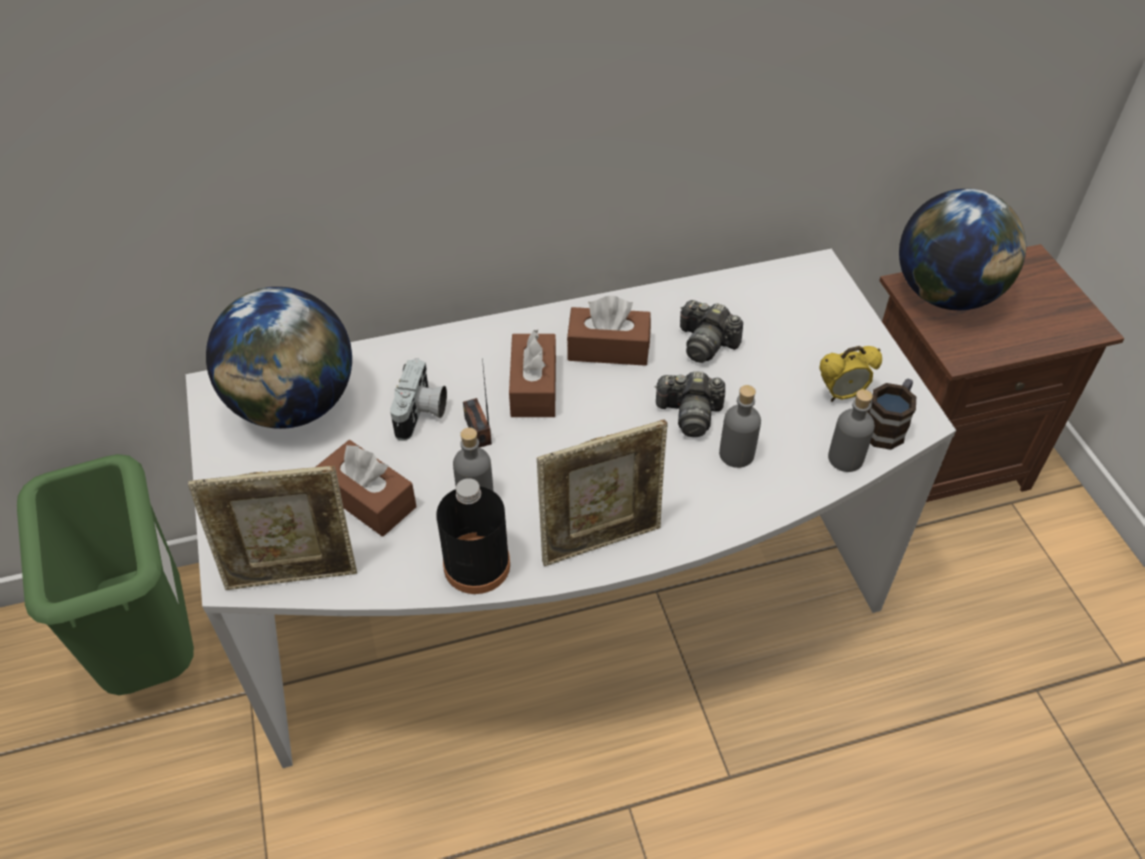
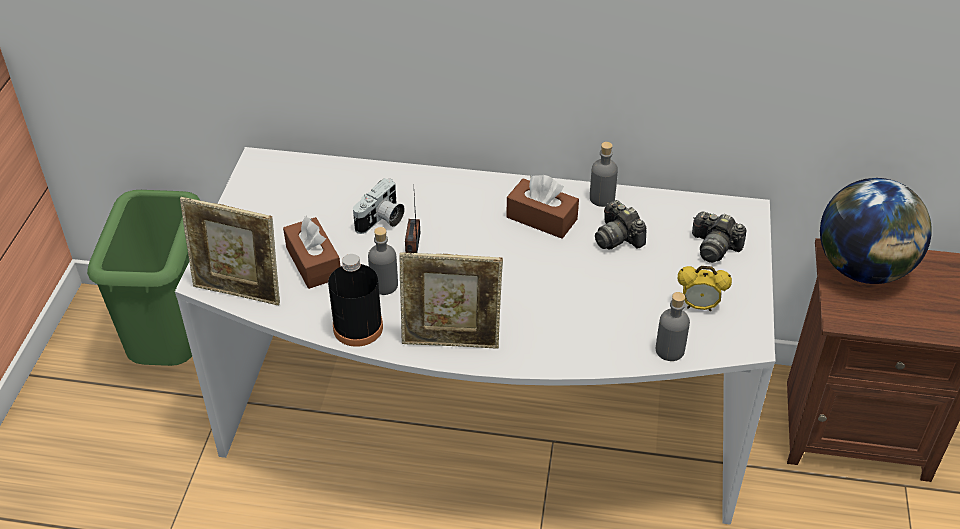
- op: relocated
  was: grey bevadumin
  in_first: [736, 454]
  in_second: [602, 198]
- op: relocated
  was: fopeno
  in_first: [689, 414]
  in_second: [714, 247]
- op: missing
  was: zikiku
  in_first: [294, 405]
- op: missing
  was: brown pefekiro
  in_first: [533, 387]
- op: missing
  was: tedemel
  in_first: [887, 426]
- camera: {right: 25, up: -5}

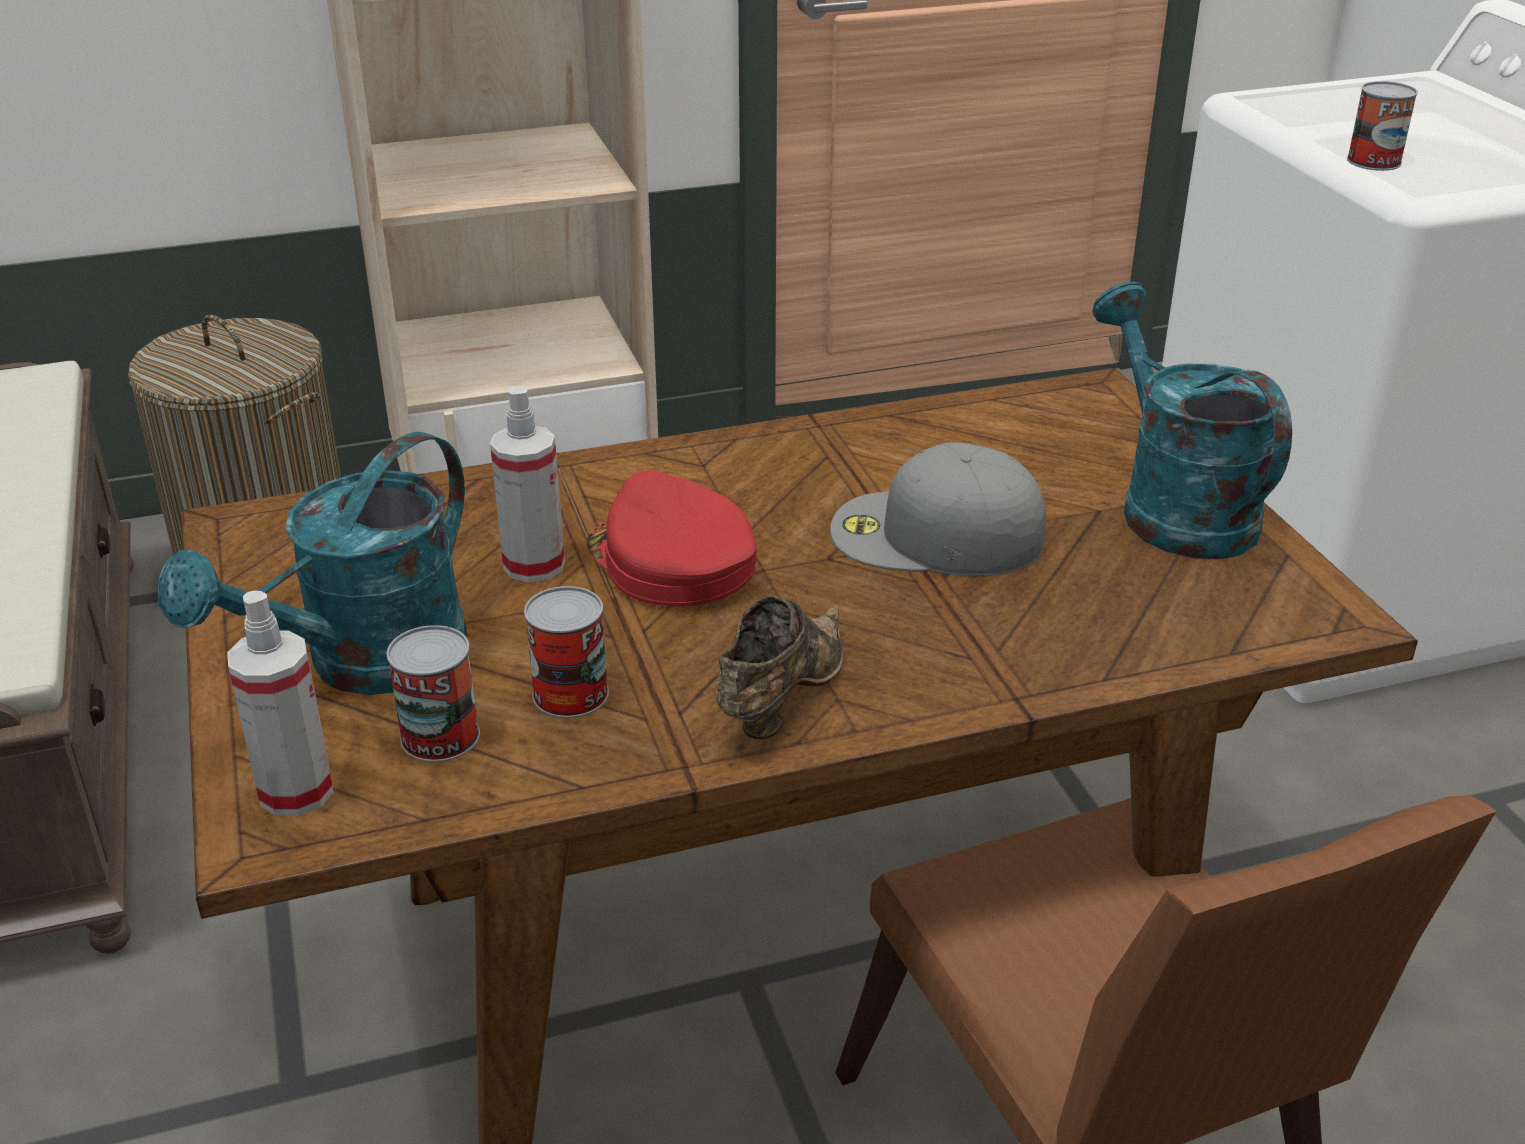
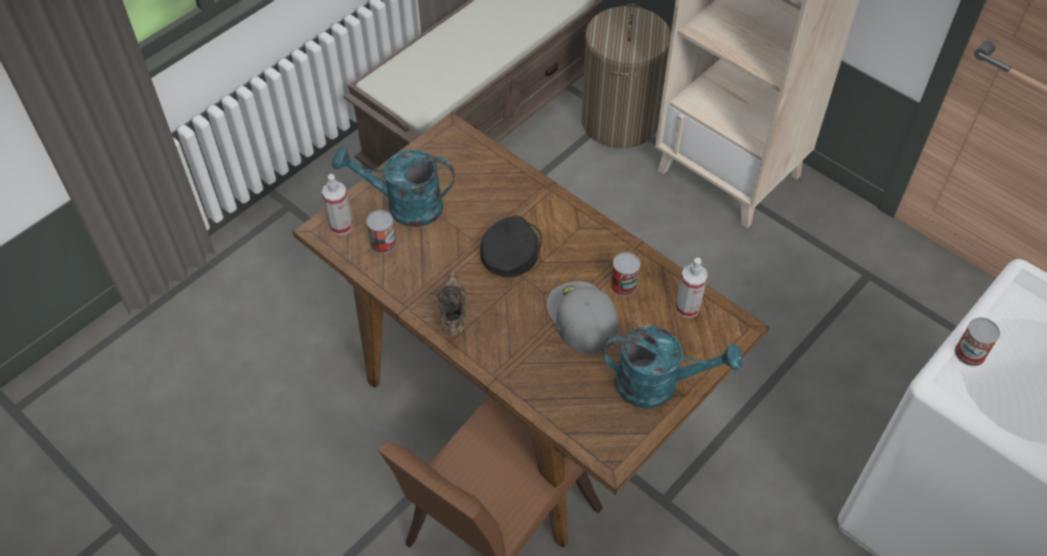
- op: spun
  was: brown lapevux
  in_first: [779, 700]
  in_second: [453, 315]
  clockwise: -90
- op: colour
  was: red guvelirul
  now: black guvelirul
  in_first: [671, 561]
  in_second: [510, 250]
- op: spun
  was: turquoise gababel
  in_first: [1174, 506]
  in_second: [658, 384]
  clockwise: 60
- op: relocated
  was: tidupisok
  in_first: [570, 694]
  in_second: [623, 285]
- op: relocated
  was: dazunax
  in_first: [534, 565]
  in_second: [687, 308]
- camera: {right: 60, up: 20}

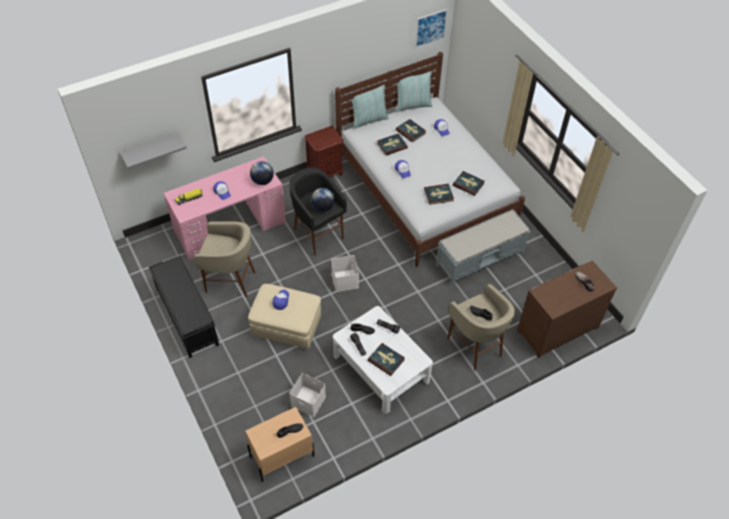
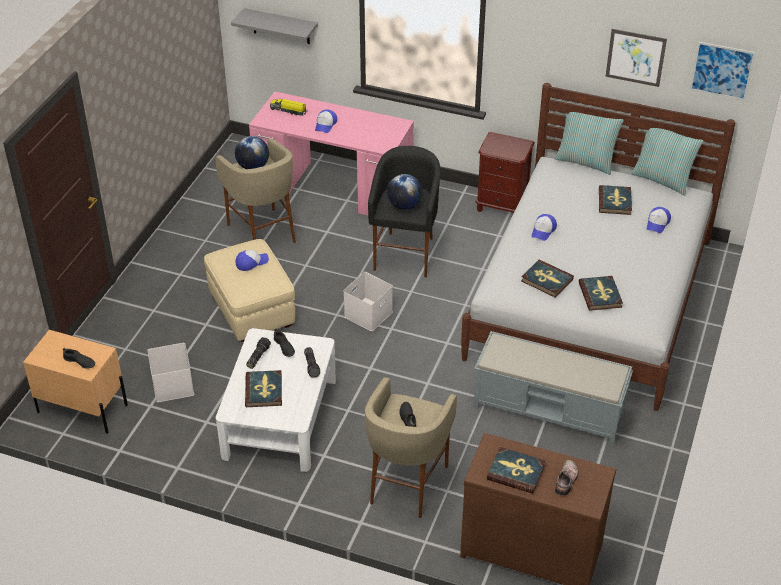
- op: relocated
  was: zikiku
  in_first: [262, 181]
  in_second: [253, 167]
- op: relocated
  was: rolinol
  in_first: [392, 145]
  in_second: [516, 472]
- op: appeared
  now: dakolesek
  in_second: [635, 57]
- op: missing
  was: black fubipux
  in_first: [187, 316]
- camera: {right: 50, up: -10}

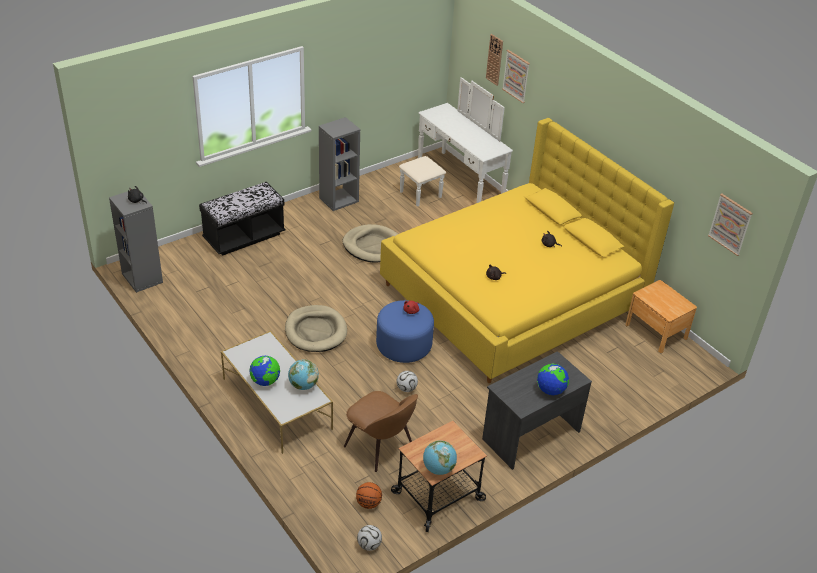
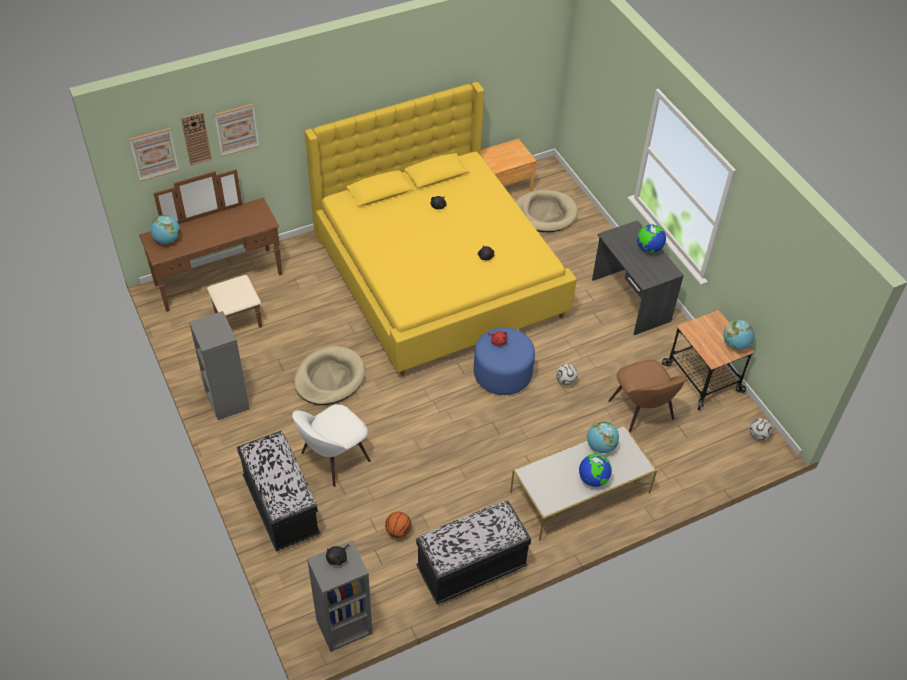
- op: relocated
  was: dakolesek
  in_first: [730, 224]
  in_second: [154, 154]
- op: colour
  was: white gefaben
  now: brown gefaben
  in_first: [451, 183]
  in_second: [223, 288]
- op: appeared
  now: zikiku
  in_second: [167, 240]
- op: appeared
  now: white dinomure
  in_second: [333, 458]
- op: relocated
  was: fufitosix
  in_first: [368, 503]
  in_second: [398, 531]
- op: appeared
  now: black fubipux
  in_second: [471, 568]
- op: relocated
  was: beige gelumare
  in_first: [316, 331]
  in_second: [544, 213]
- op: spun
  was: brown dinomure
  in_first: [380, 446]
  in_second: [642, 412]
  clockwise: 105
- camera: {right: -80, up: 10}

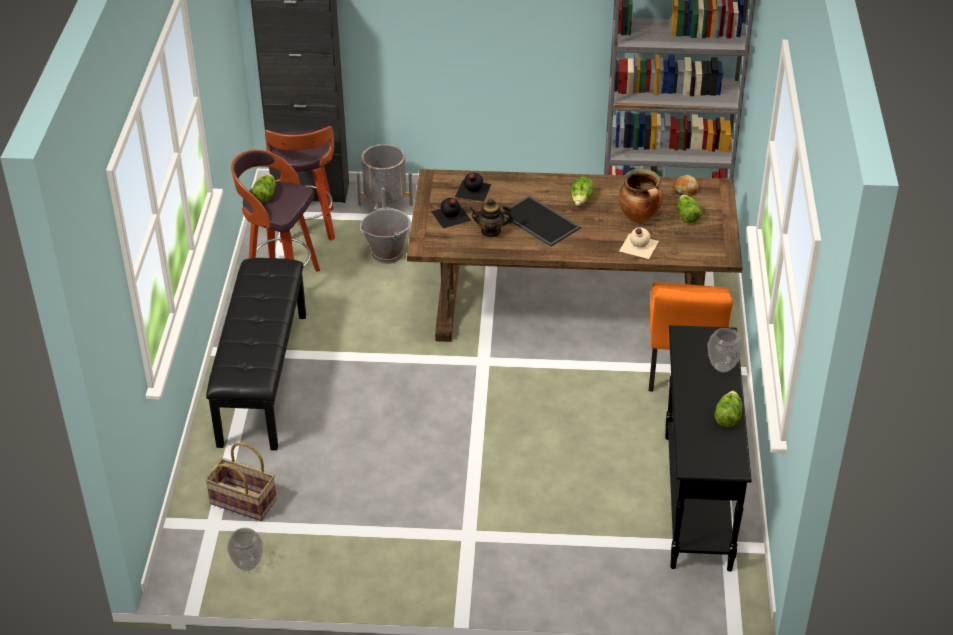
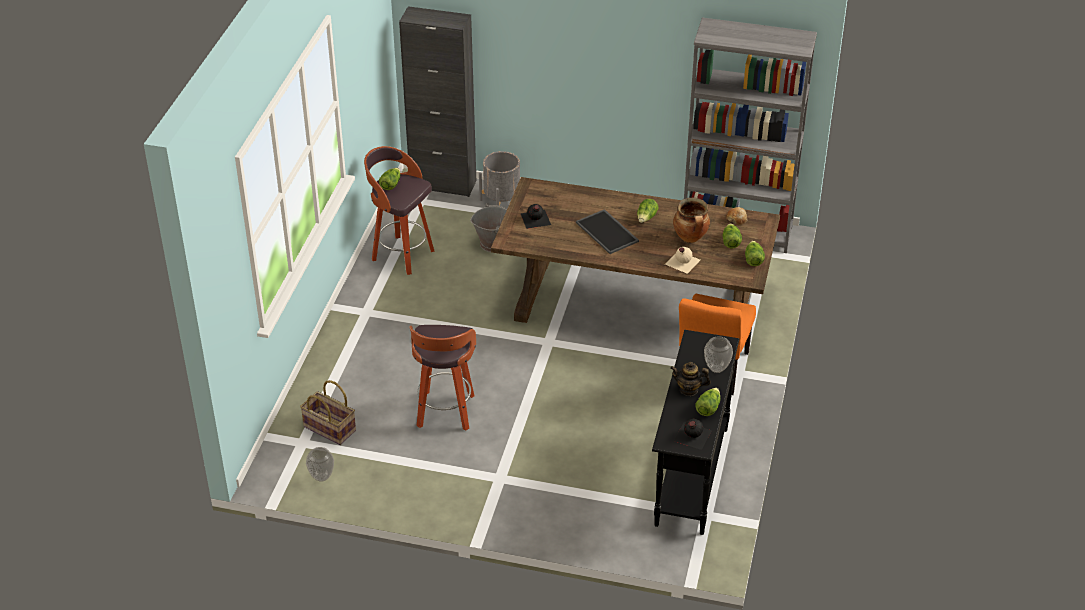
- op: relocated
  was: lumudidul
  in_first: [307, 227]
  in_second: [445, 413]
- op: relocated
  was: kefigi
  in_first: [491, 231]
  in_second: [689, 389]
- op: relocated
  was: black bevadumin
  in_first: [472, 190]
  in_second: [692, 435]
- op: appeared
  now: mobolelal
  in_second: [753, 259]
- op: missing
  was: black fubipux
  in_first: [262, 378]
- camera: {right: 10, up: 0}

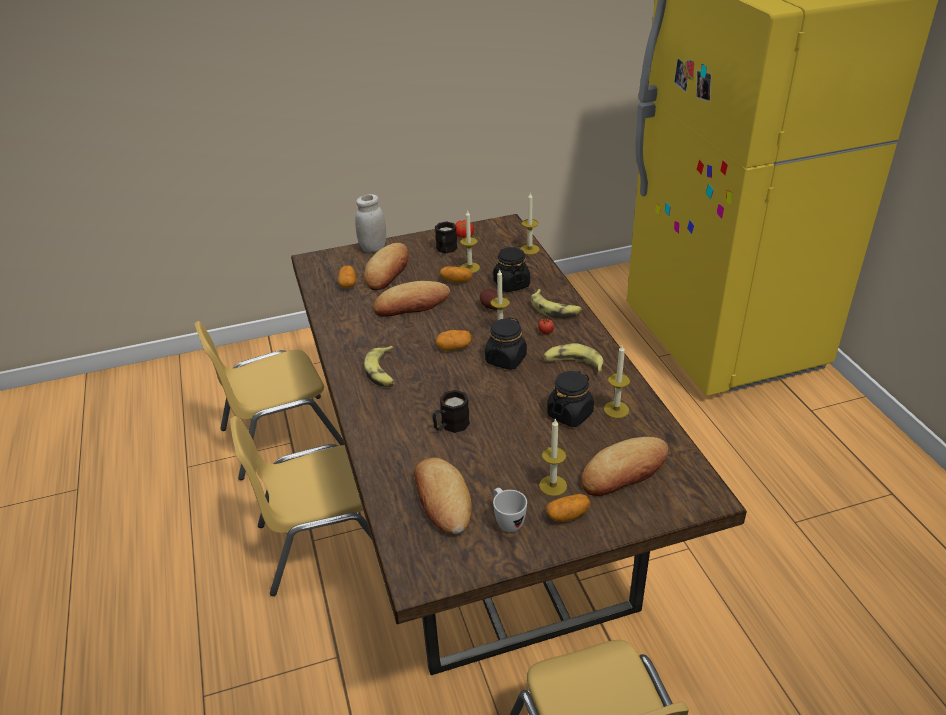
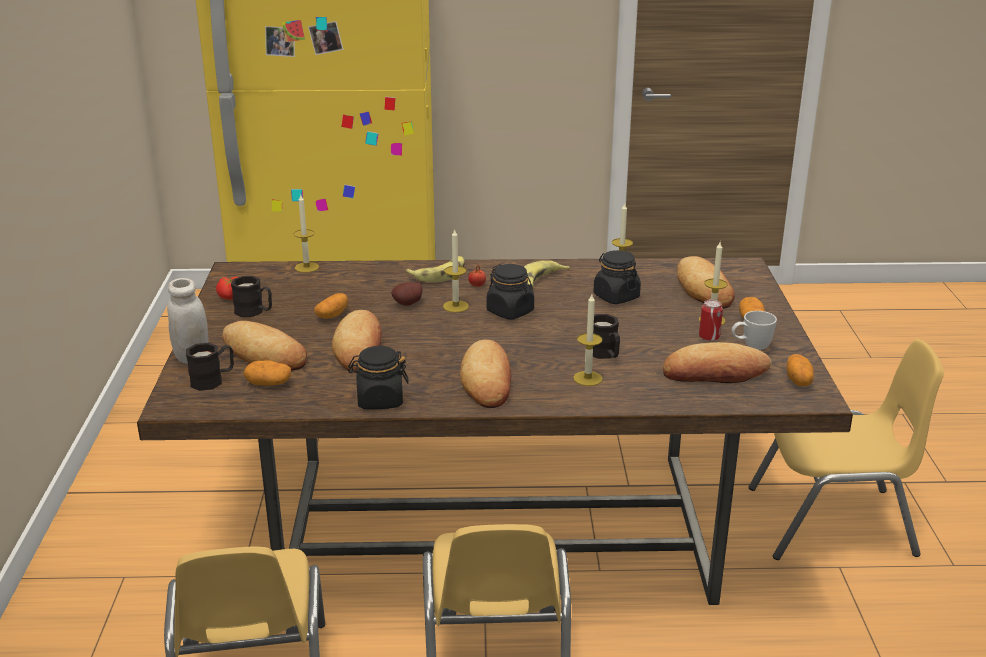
- op: appeared
  now: black tedemel
  in_second: [213, 380]
- op: relocated
  was: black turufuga
  in_first: [511, 284]
  in_second: [379, 400]
- op: exchanged
  was: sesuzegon
  now: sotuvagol
  in_first: [383, 372]
  in_second: [487, 380]
- op: relocated
  was: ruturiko
  in_first: [470, 268]
  in_second: [587, 378]
- op: appeared
  now: tidupisok
  in_second: [709, 337]
- op: relocated
  was: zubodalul
  in_first: [453, 347]
  in_second: [798, 380]
- camera: {right: -75, up: -10}

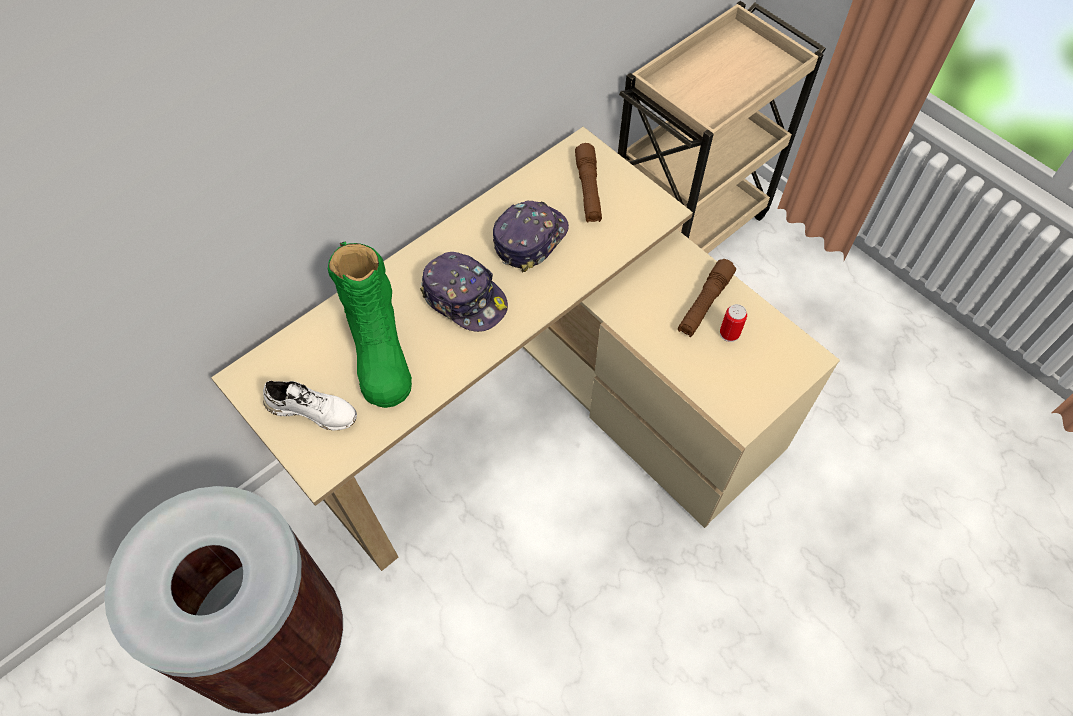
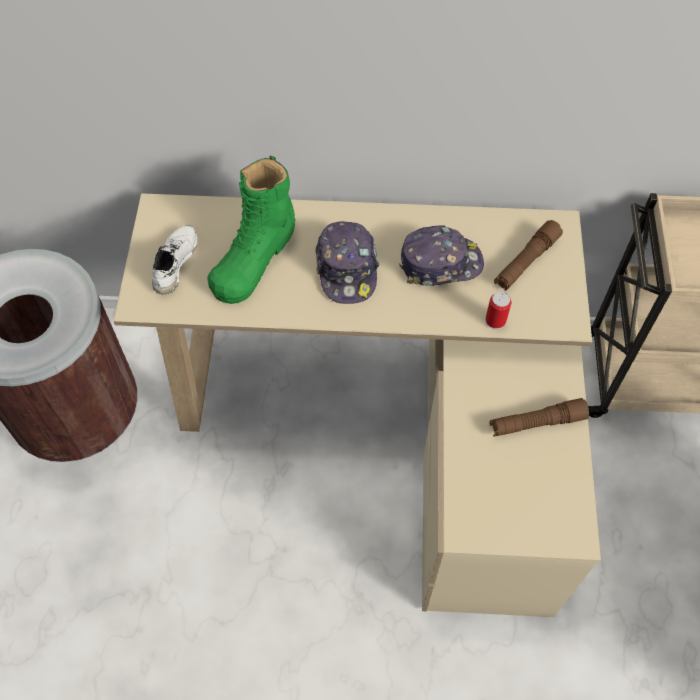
- op: spun
  was: white lapevux
  in_first: [313, 410]
  in_second: [174, 263]
  clockwise: -135
- op: relocated
  was: tidupisok
  in_first: [729, 333]
  in_second: [495, 321]
- camera: {right: 45, up: 0}

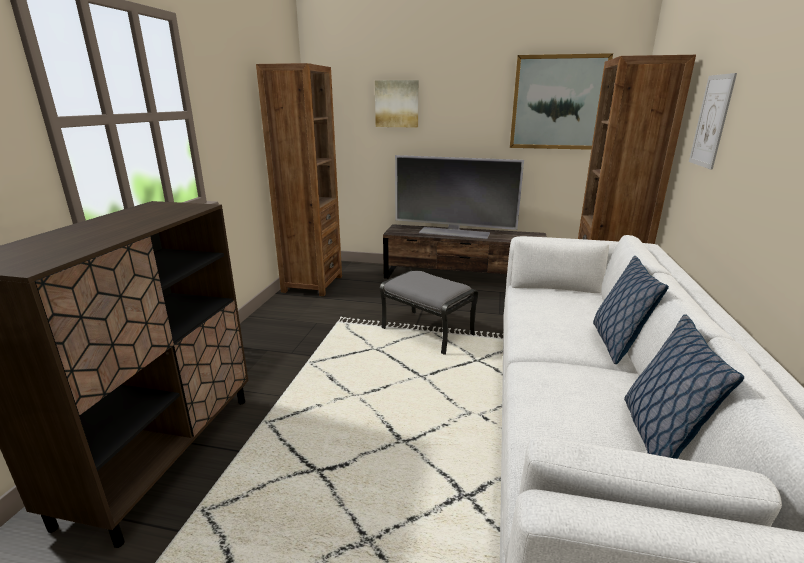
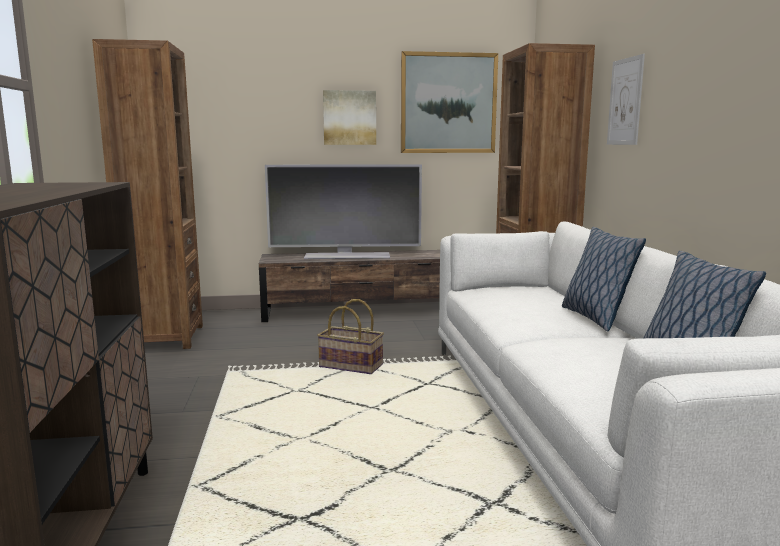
- op: exchanged
  was: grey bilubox
  now: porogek
  in_first: [426, 332]
  in_second: [350, 366]
- op: relocated
  was: dakolesek
  in_first: [397, 104]
  in_second: [349, 118]
- camera: {right: -20, up: -10}

